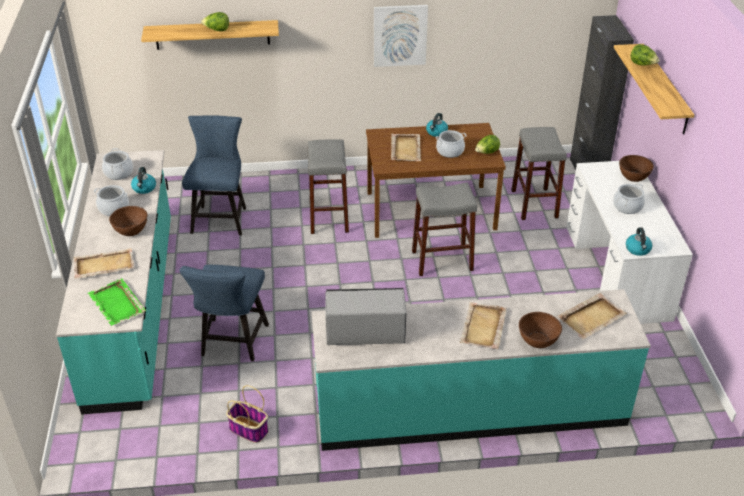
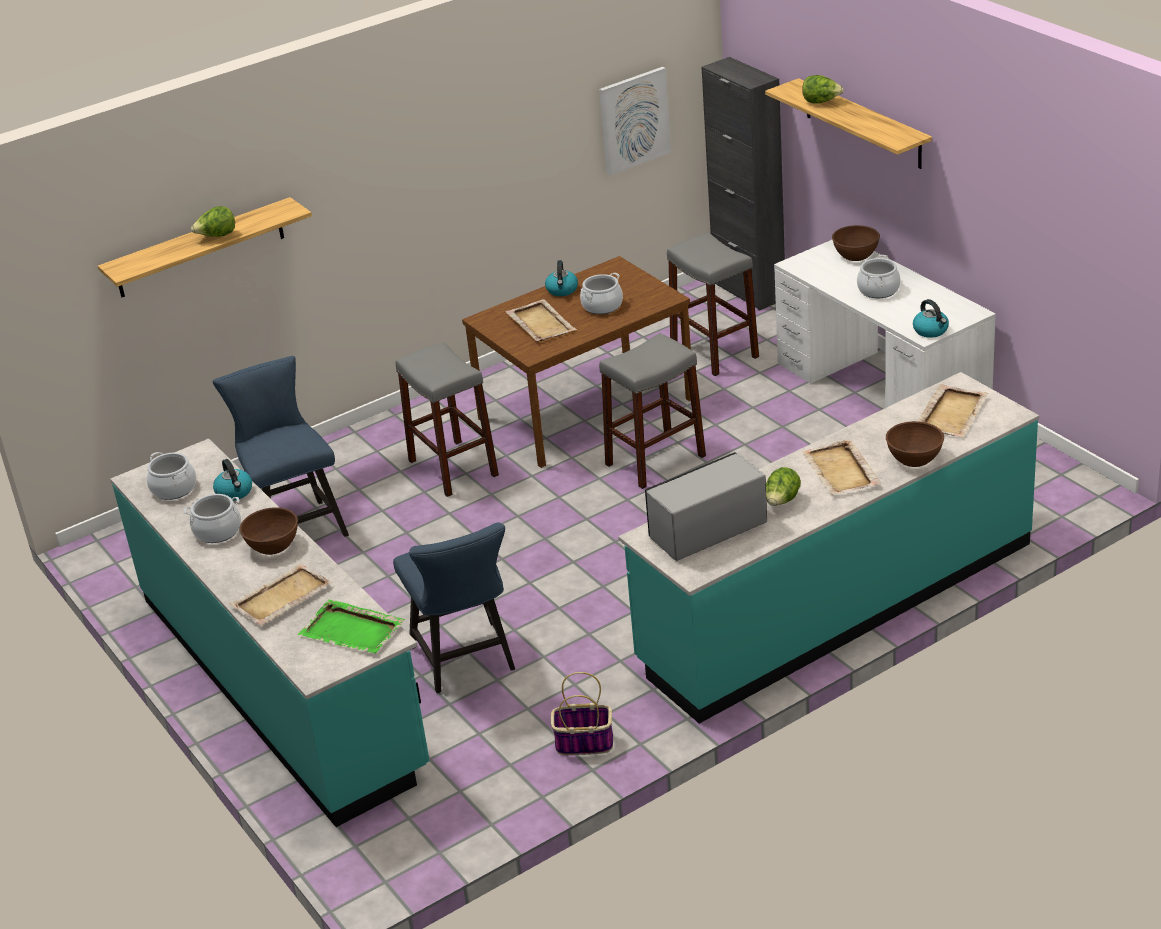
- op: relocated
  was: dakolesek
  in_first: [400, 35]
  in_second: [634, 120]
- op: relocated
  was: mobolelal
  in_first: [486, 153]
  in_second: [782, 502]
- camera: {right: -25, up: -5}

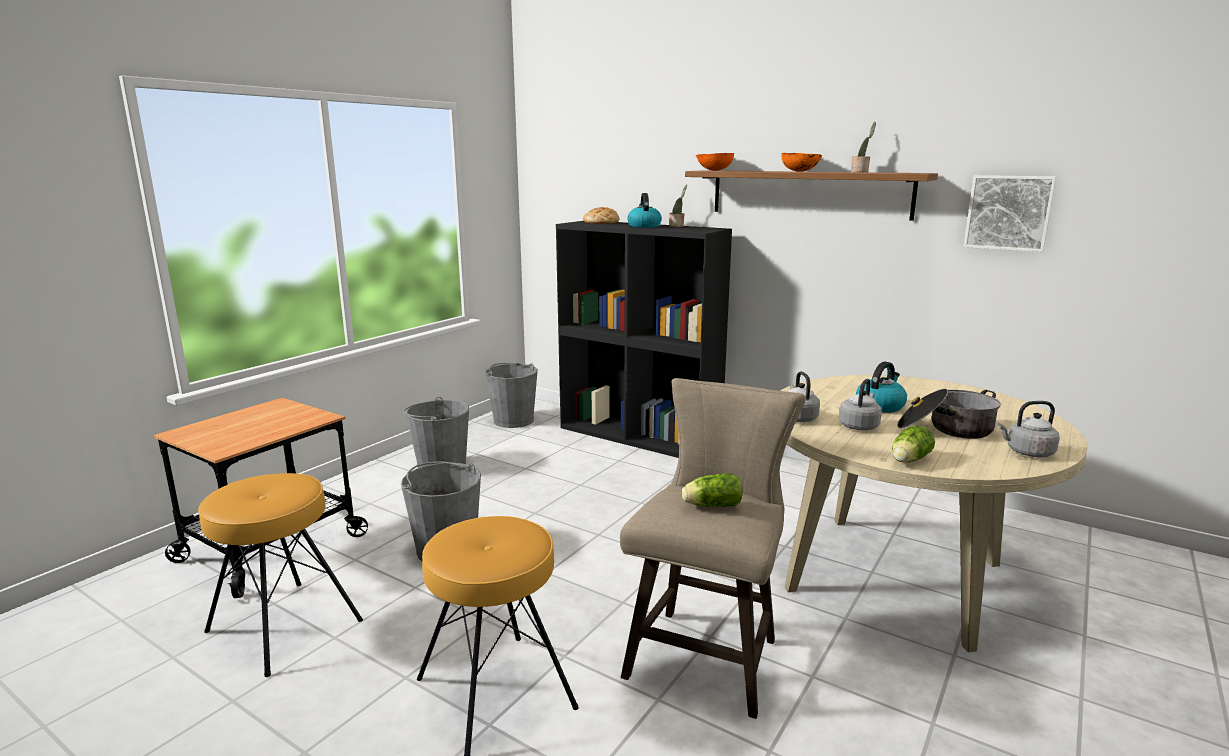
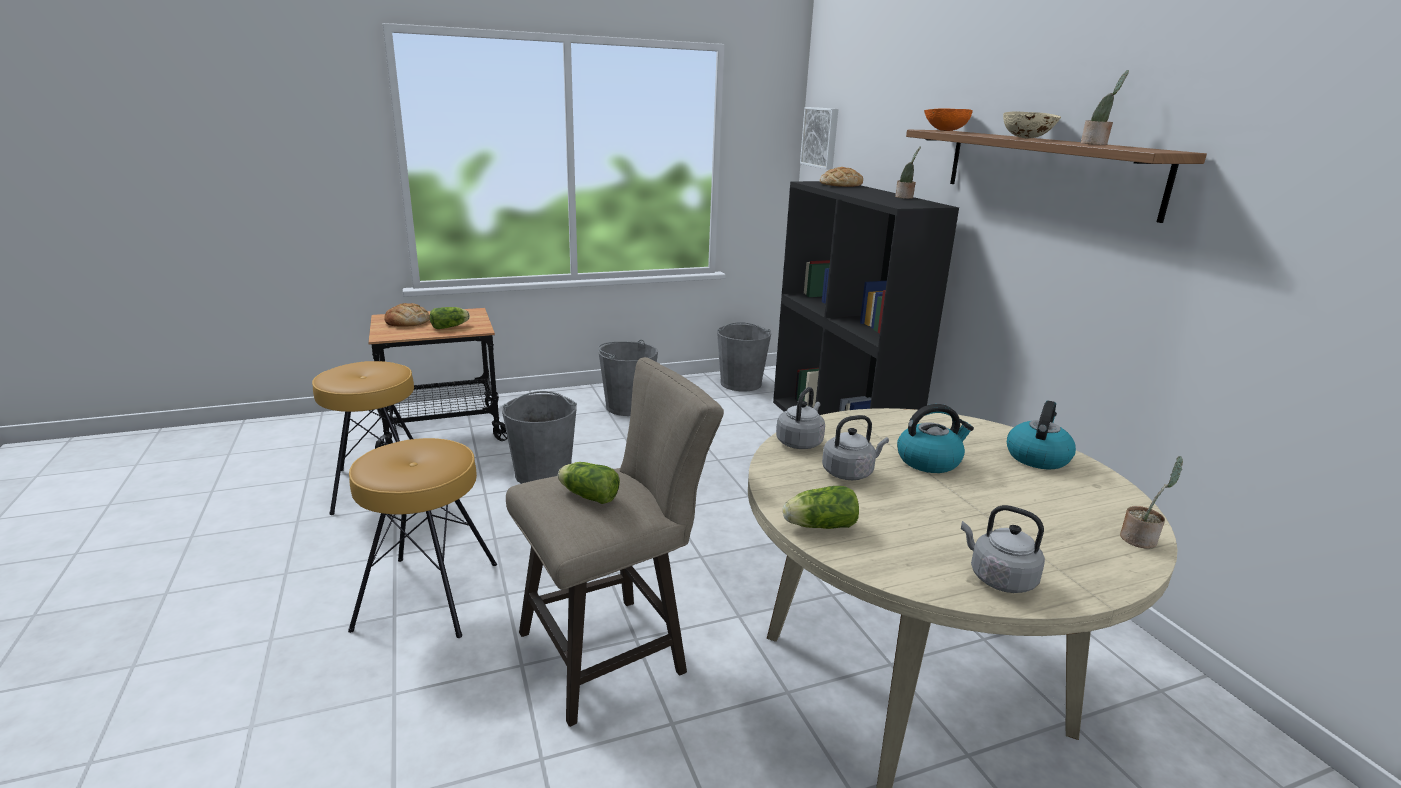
- op: appeared
  now: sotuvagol
  in_second: [407, 321]
- op: appeared
  now: mobolelal
  in_second: [451, 327]
- op: relocated
  was: dakolesek
  in_first: [1008, 212]
  in_second: [821, 137]
- op: colour
  was: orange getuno
  now: beige getuno
  in_first: [800, 171]
  in_second: [1027, 138]
- op: relocated
  was: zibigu
  in_first: [644, 226]
  in_second: [1037, 457]
- op: appeared
  now: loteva
  in_second: [1140, 539]
- op: missing
  was: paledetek
  in_first: [946, 429]
- camera: {right: 35, up: 5}

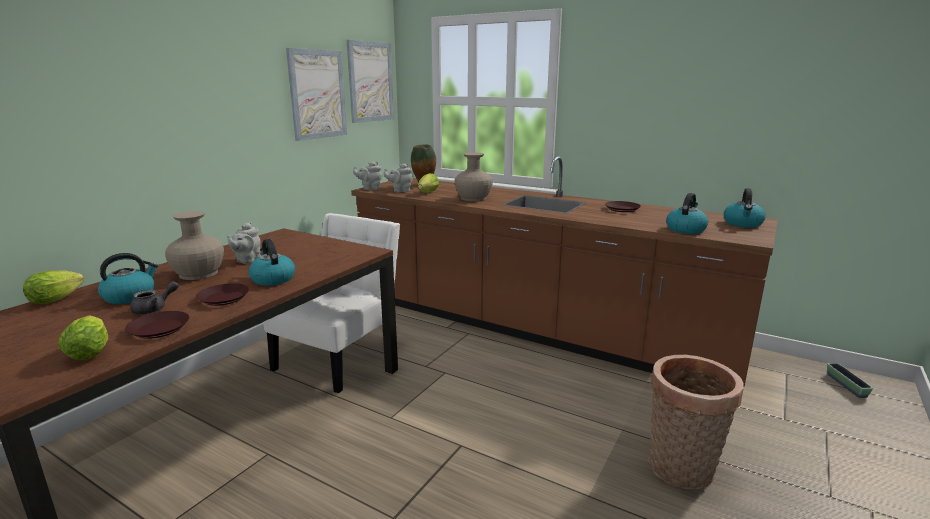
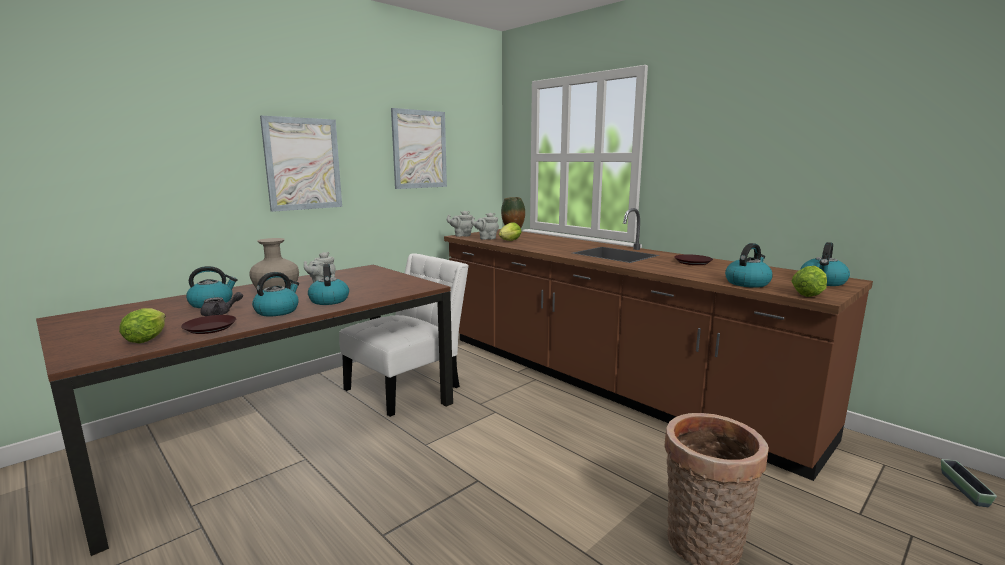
- op: exchanged
  was: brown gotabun
  now: zibigu
  in_first: [223, 298]
  in_second: [277, 311]
- op: relocated
  was: dakolesek
  in_first: [370, 82]
  in_second: [303, 164]
- op: relocated
  was: mobolelal
  in_first: [59, 299]
  in_second: [809, 294]
- op: missing
  was: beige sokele
  in_first: [473, 198]
- camera: {right: 15, up: -5}

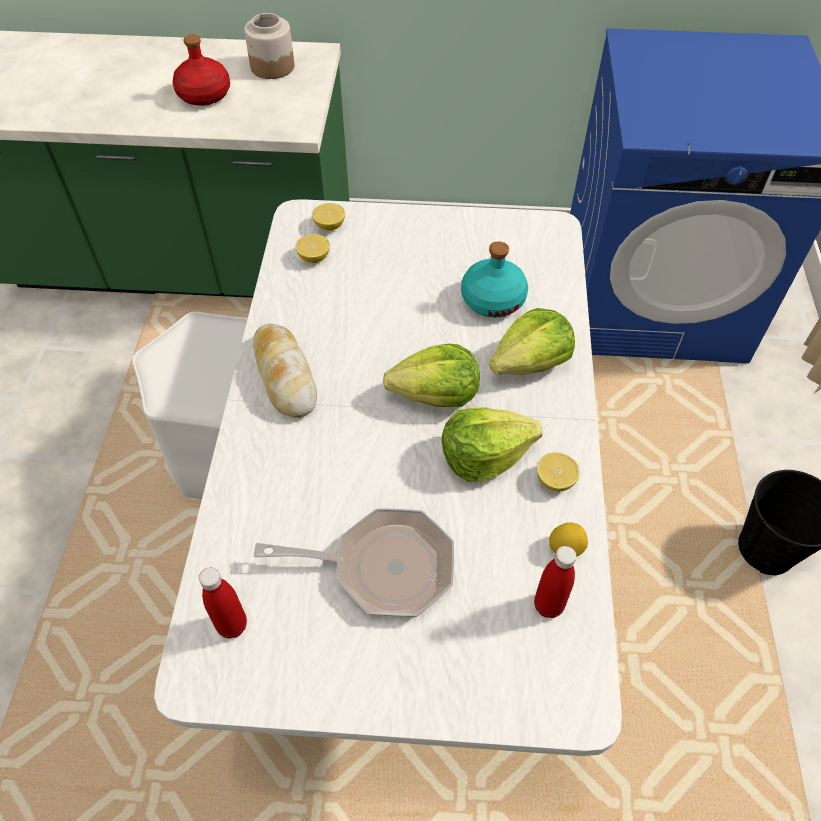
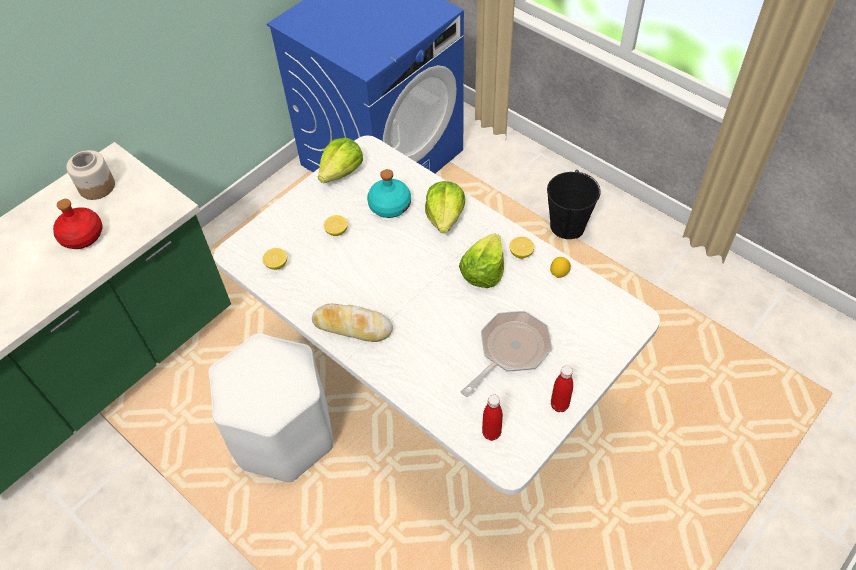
- op: relocated
  was: mobolelal
  in_first: [436, 395]
  in_second: [341, 172]
- op: relocated
  was: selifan
  in_first: [329, 225]
  in_second: [336, 231]
- op: relocated
  was: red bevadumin
  in_first: [548, 605]
  in_second: [559, 405]
- camera: {right: -50, up: 0}

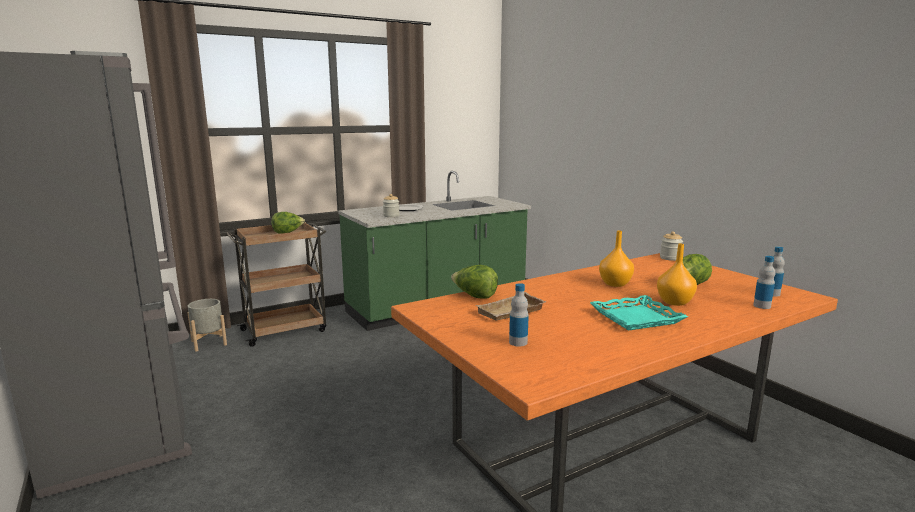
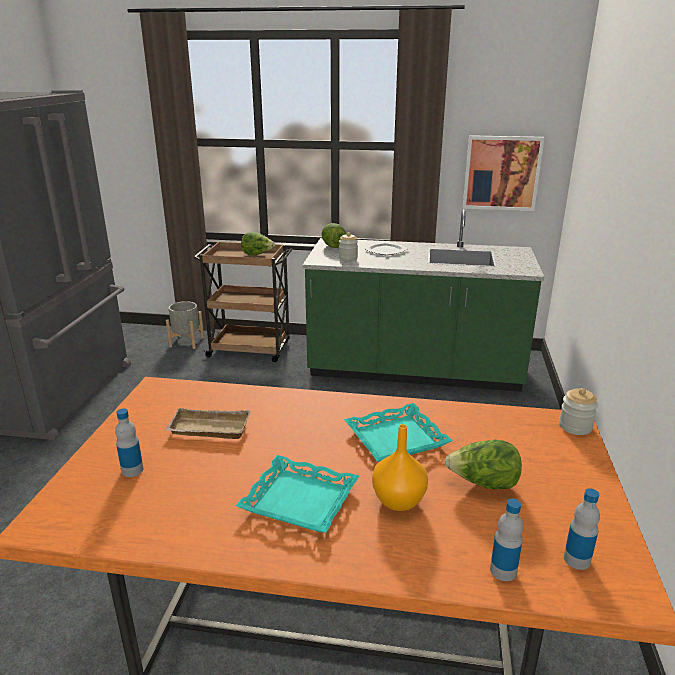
- op: relocated
  was: mobolelal
  in_first: [474, 296]
  in_second: [332, 246]
- op: exchanged
  was: orange sokele
  now: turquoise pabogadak
  in_first: [614, 284]
  in_second: [396, 438]
- op: appeared
  now: dakolesek
  in_second: [501, 173]
- camera: {right: 40, up: 10}

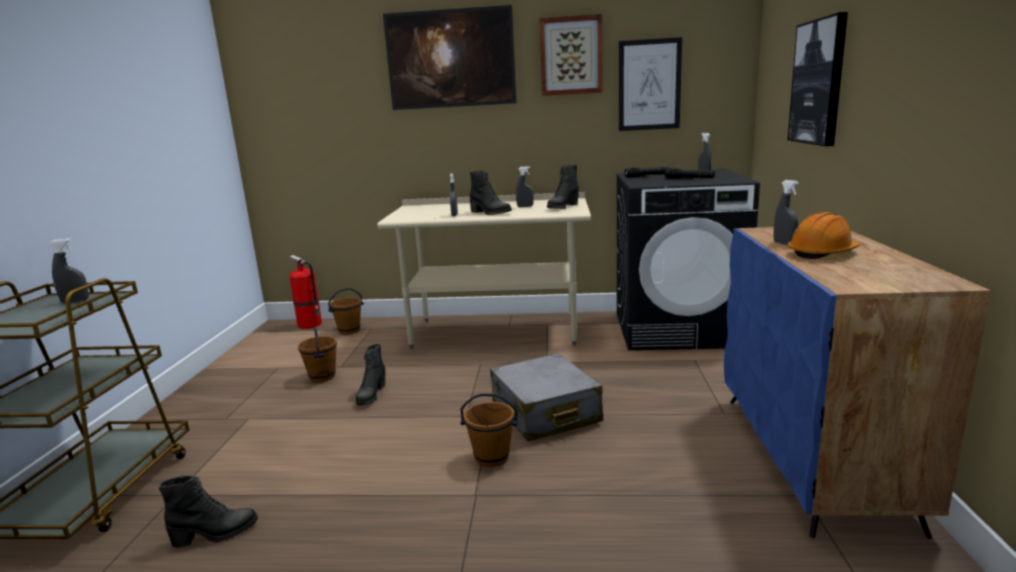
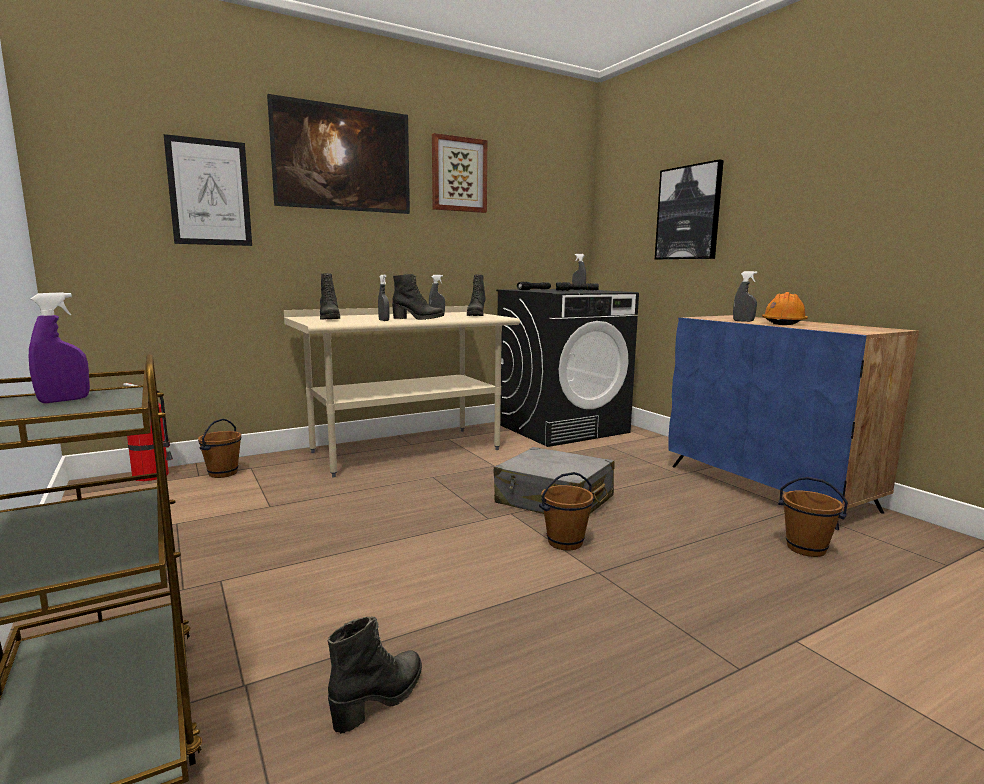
- op: colour
  was: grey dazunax
  now: purple dazunax
  in_first: [75, 301]
  in_second: [64, 400]
- op: relocated
  was: dakolesek
  in_first: [649, 85]
  in_second: [209, 192]
- op: relocated
  was: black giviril
  in_first: [371, 396]
  in_second: [329, 319]
- op: relocated
  was: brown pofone
  in_first: [323, 377]
  in_second: [806, 548]
- camera: {right: -35, up: -5}

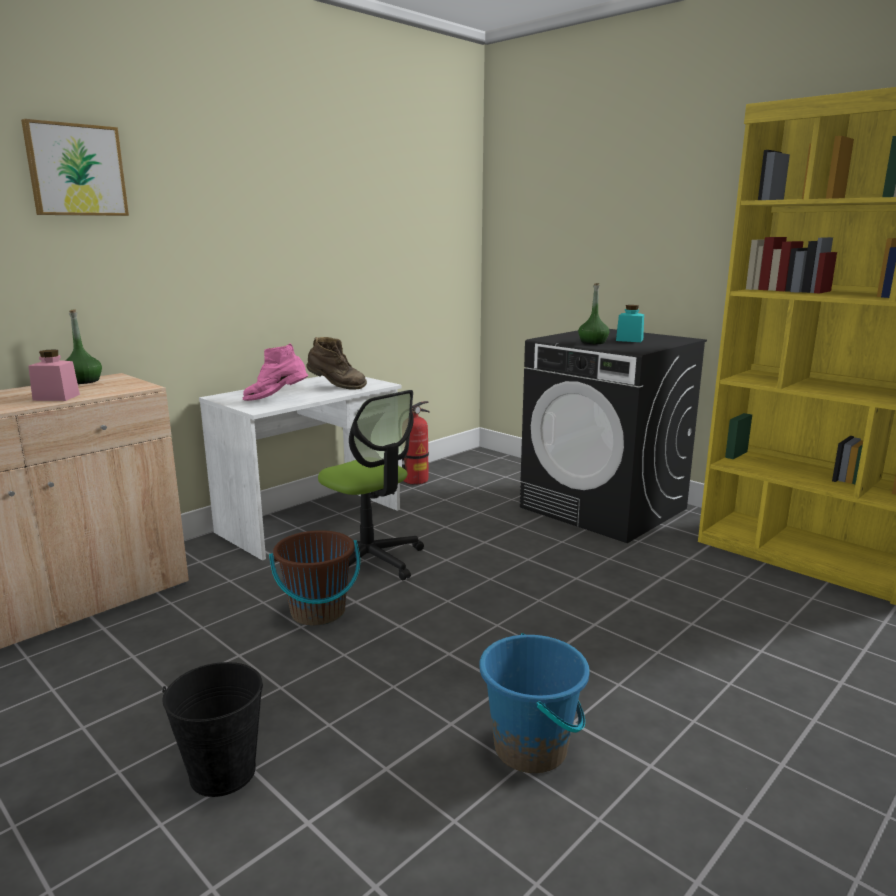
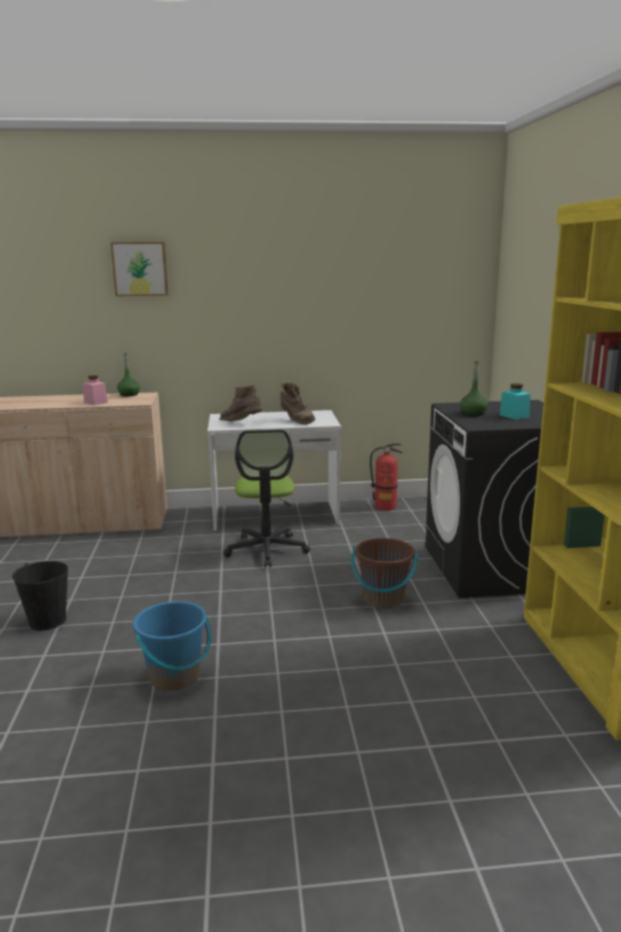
- op: colour
  was: pink giviril
  now: brown giviril
  in_first: [276, 400]
  in_second: [241, 423]
- op: relocated
  was: brown pofone
  in_first: [318, 612]
  in_second: [383, 599]
- camera: {right: 40, up: 0}

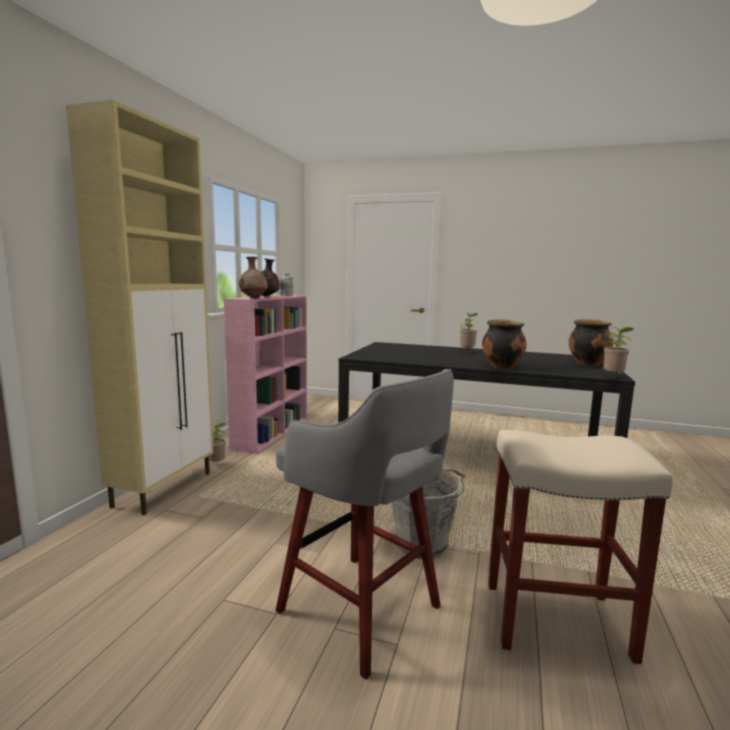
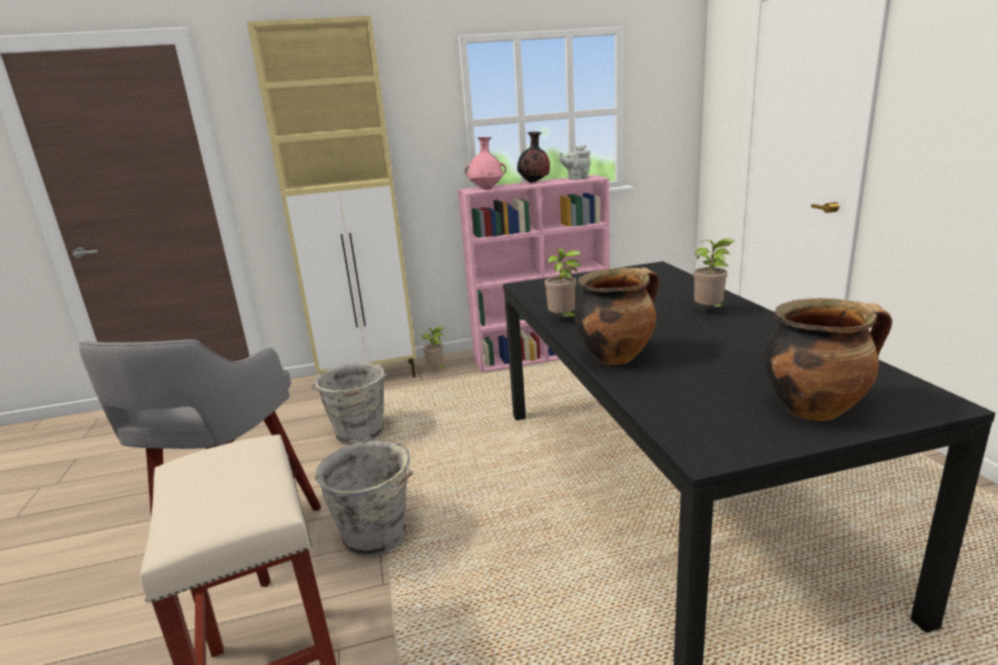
- op: appeared
  now: grey pofone
  in_second: [360, 434]
- op: colour
  was: brown sokele
  now: pink sokele
  in_first: [254, 298]
  in_second: [487, 189]
- op: relocated
  was: loteva
  in_first: [614, 377]
  in_second: [563, 320]
- camera: {right: 60, up: 10}

